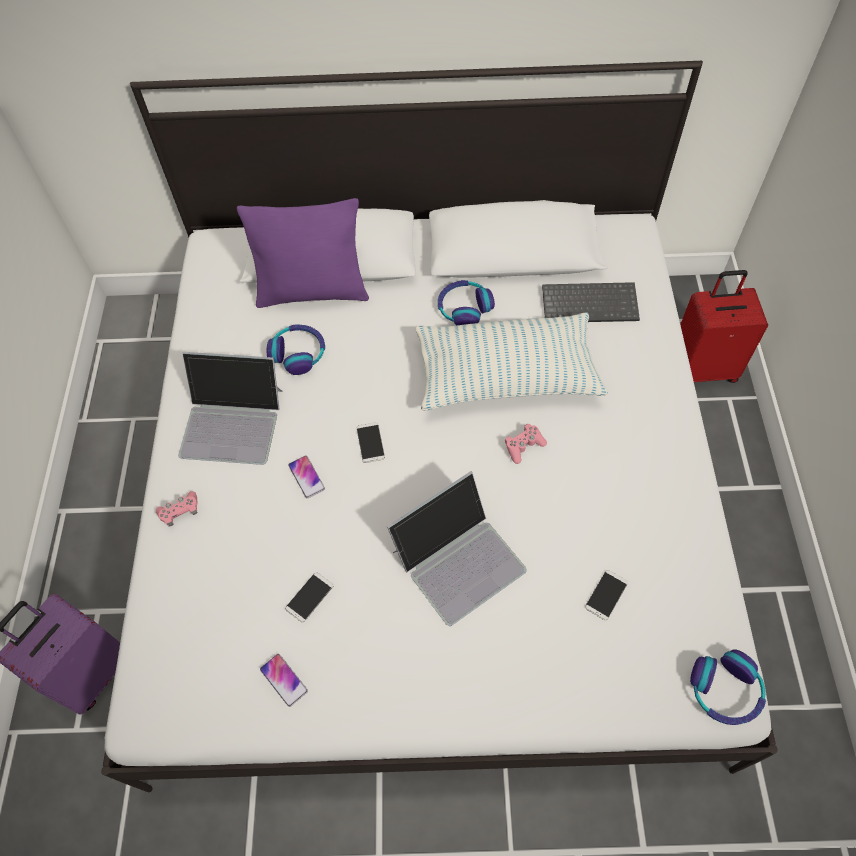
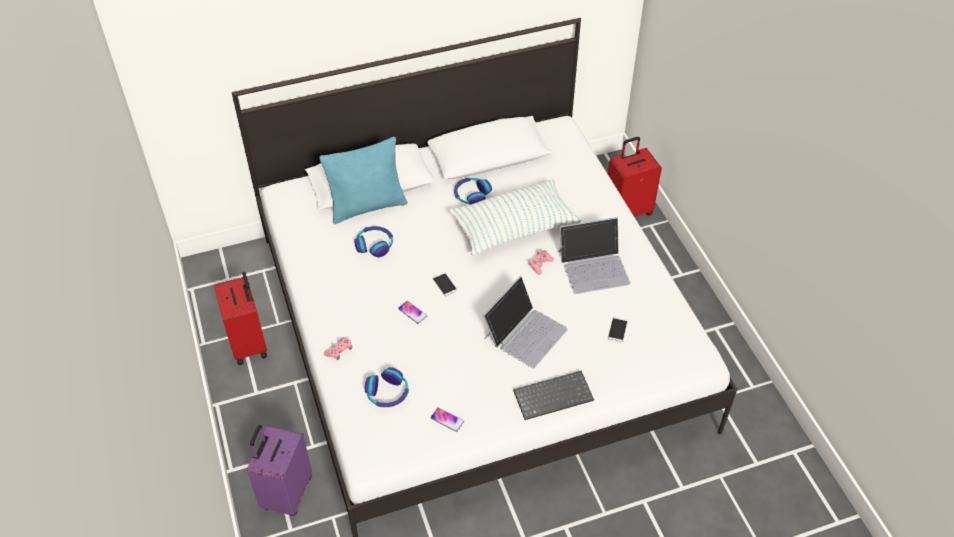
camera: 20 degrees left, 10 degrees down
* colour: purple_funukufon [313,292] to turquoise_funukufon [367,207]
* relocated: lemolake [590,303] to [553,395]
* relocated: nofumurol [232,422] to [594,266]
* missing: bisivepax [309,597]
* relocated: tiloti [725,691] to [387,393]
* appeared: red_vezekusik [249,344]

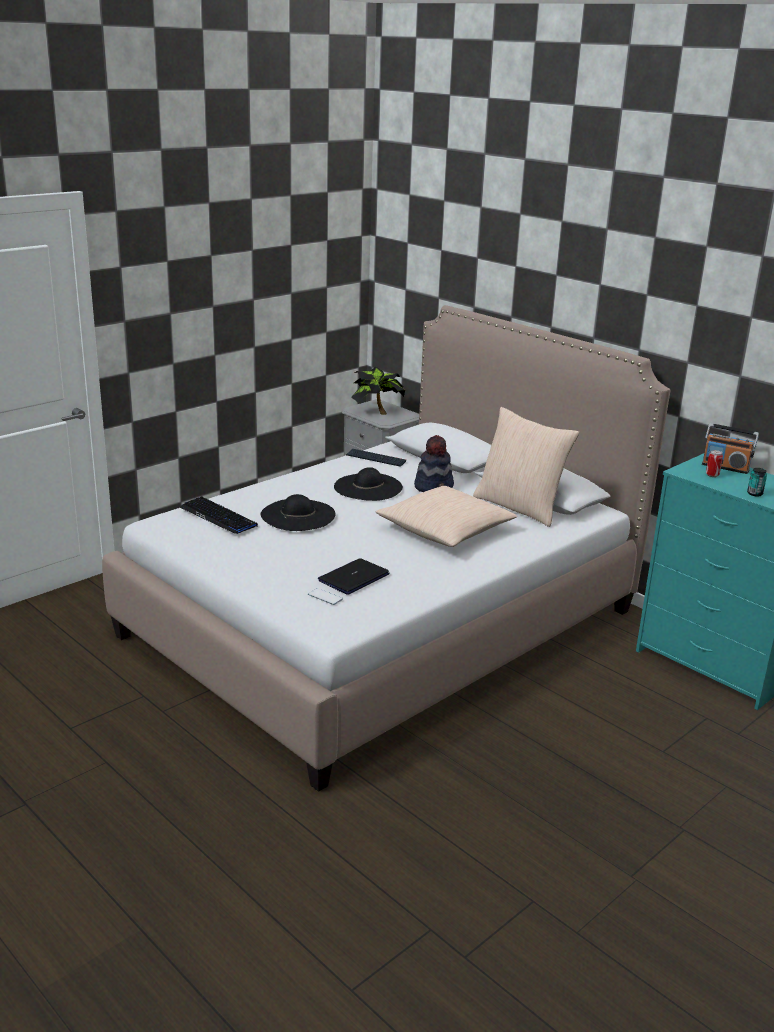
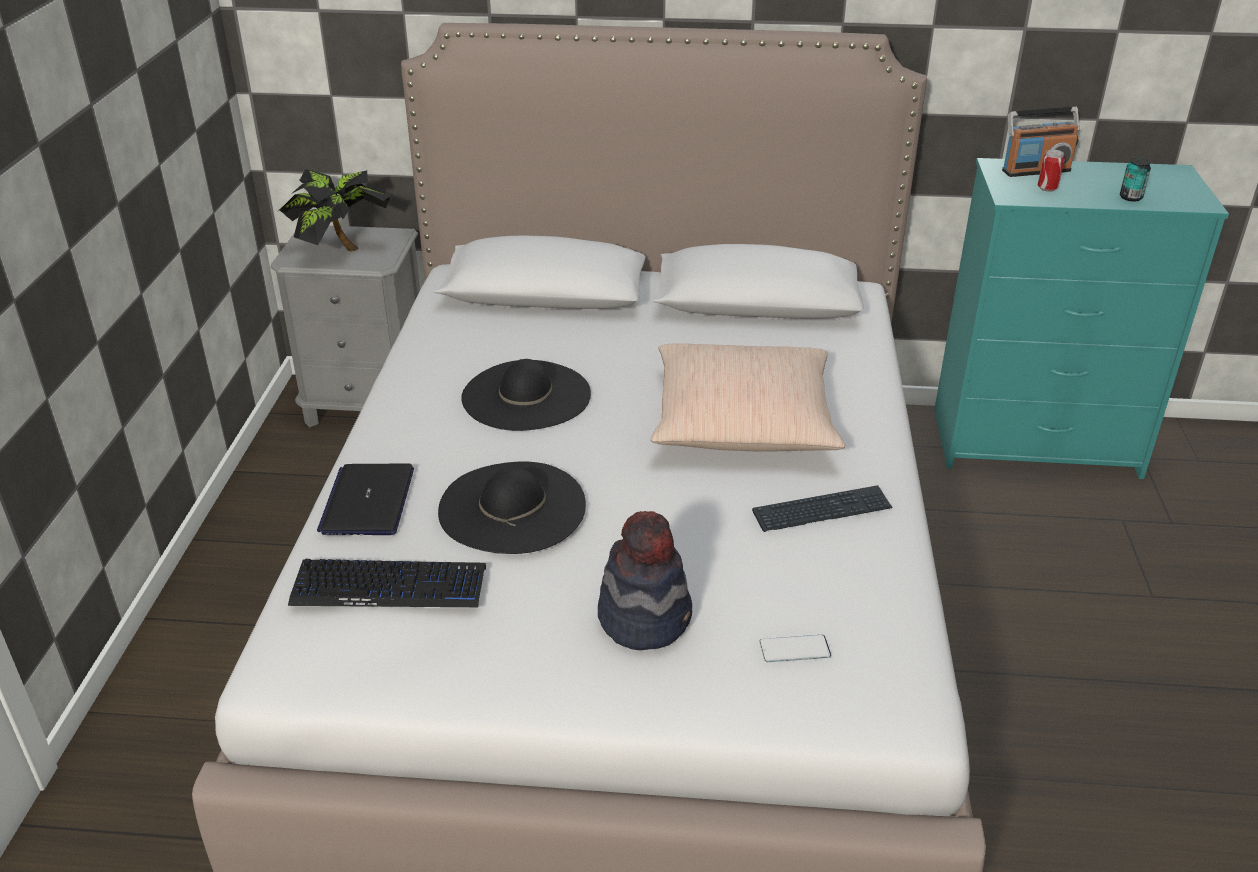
camera: 40 degrees left, 10 degrees up
* missing: beige_funukufon [520,507]
* relocated: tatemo [434,487] to [645,617]
* relocated: lemolake [375,459] to [822,511]
* relocated: nofumurol [354,577] to [368,501]

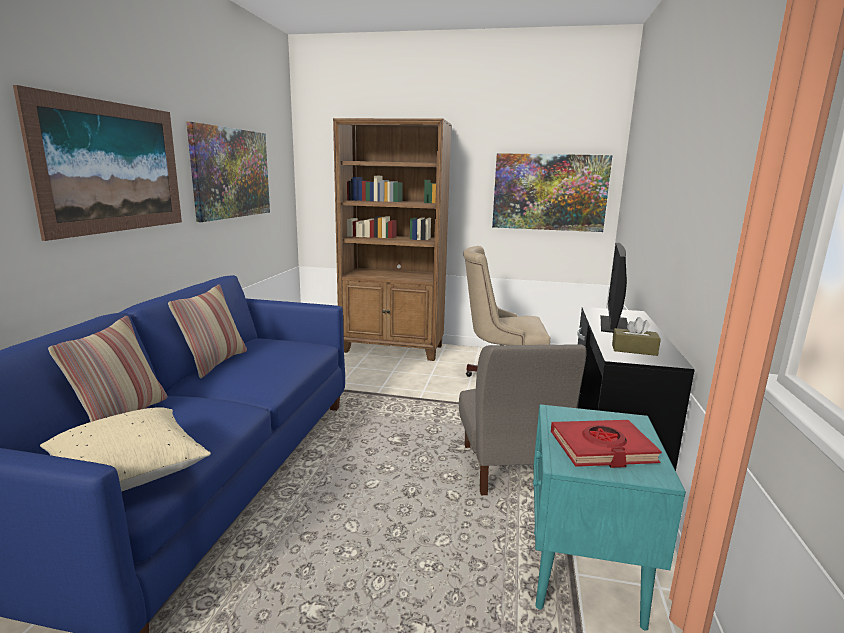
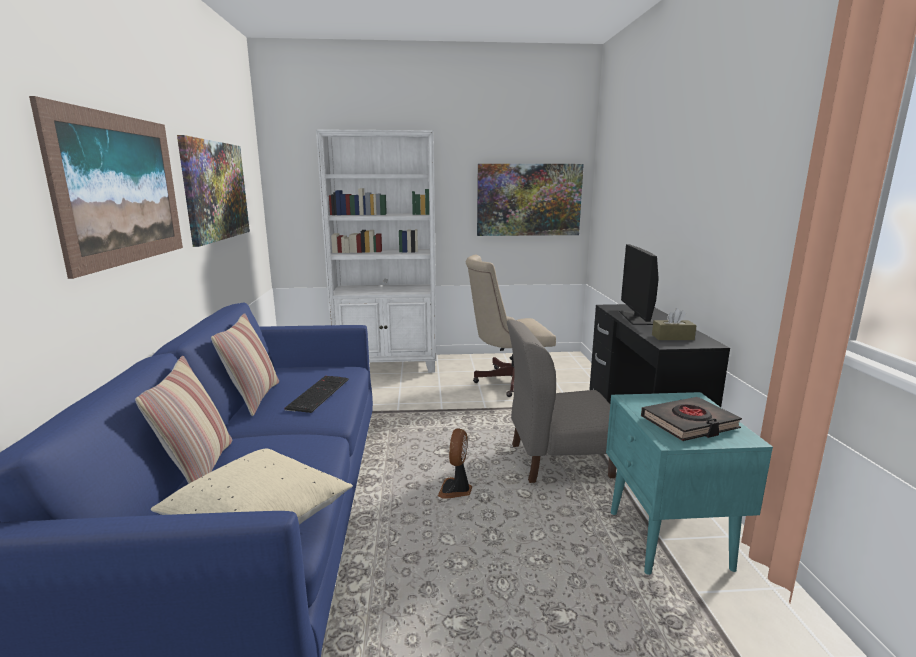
camera: 15 degrees left, 0 degrees up
* colour: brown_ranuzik [393,349] to white_ranuzik [388,365]
* spun: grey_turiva [509,468] = [559,461] 105 degrees clockwise
* colour: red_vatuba [602,449] to black_vatuba [689,424]
* appeared: lemolake [318,393]
* appeared: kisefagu [456,490]

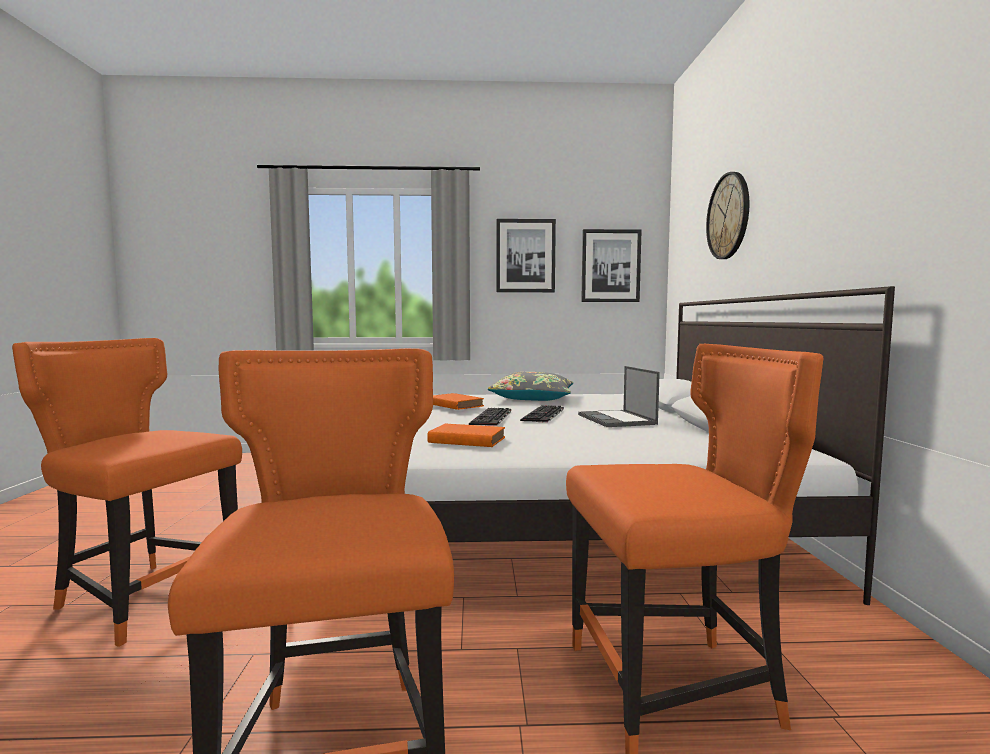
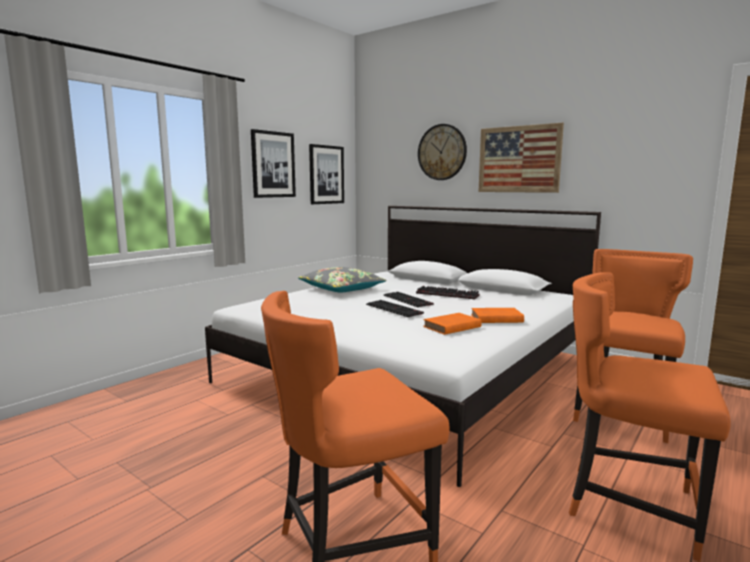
camera: 50 degrees left, 5 degrees up
* exchanged: nofumurol [617,419] to lemolake [448,294]
* relocated: orange_vatuba [454,405] to [495,319]
* appeared: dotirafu [519,159]

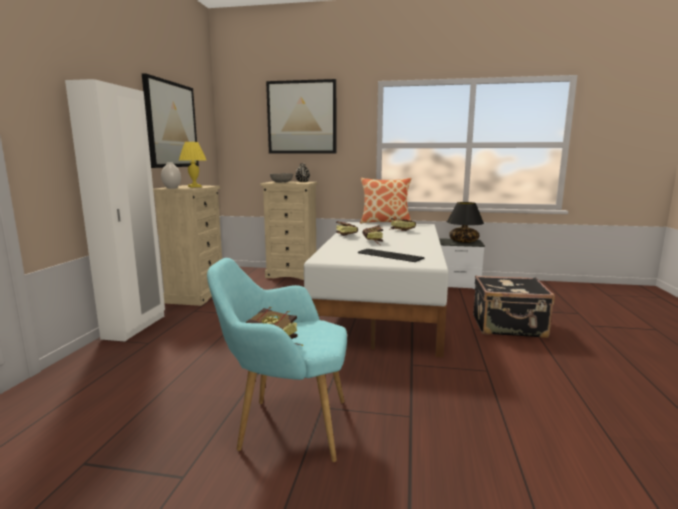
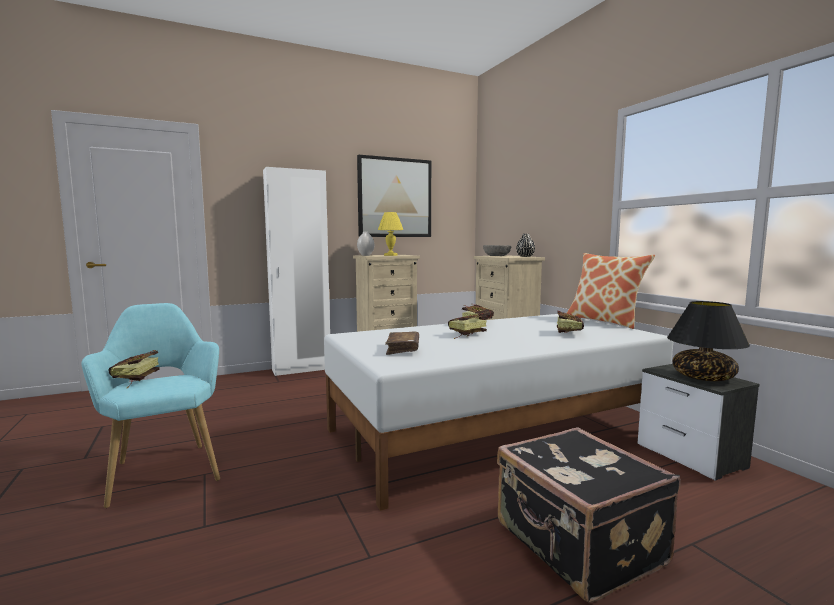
camera: 55 degrees right, 5 degrees down
* missing: dotirafu [302,117]
* exchanged: lemolake [390,256] to brown_vatuba [403,349]

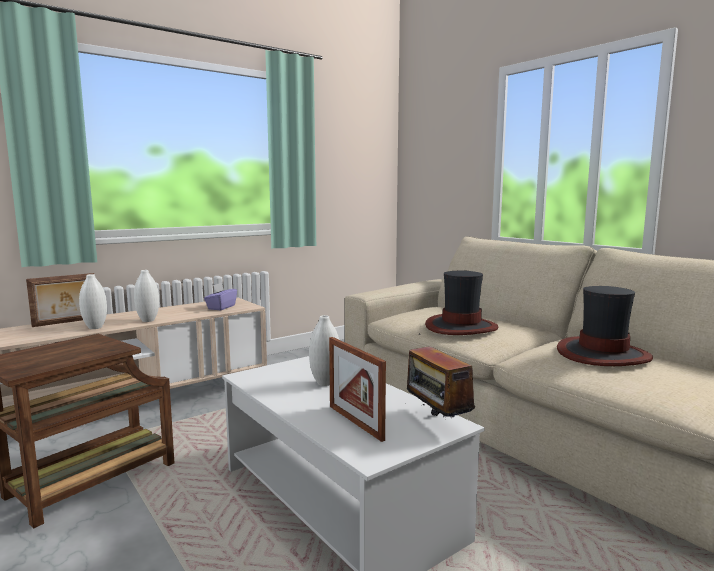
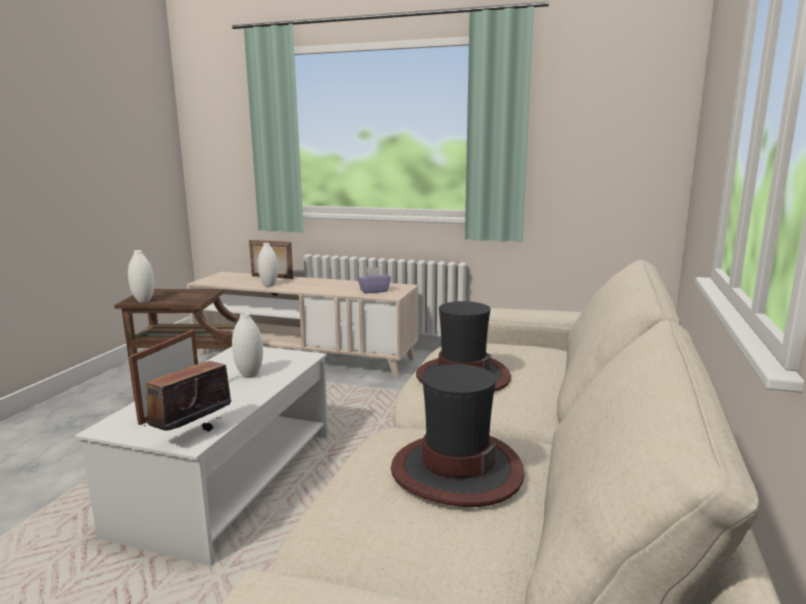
camera: 55 degrees right, 5 degrees up
* relocated: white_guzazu [148,320] to [144,301]

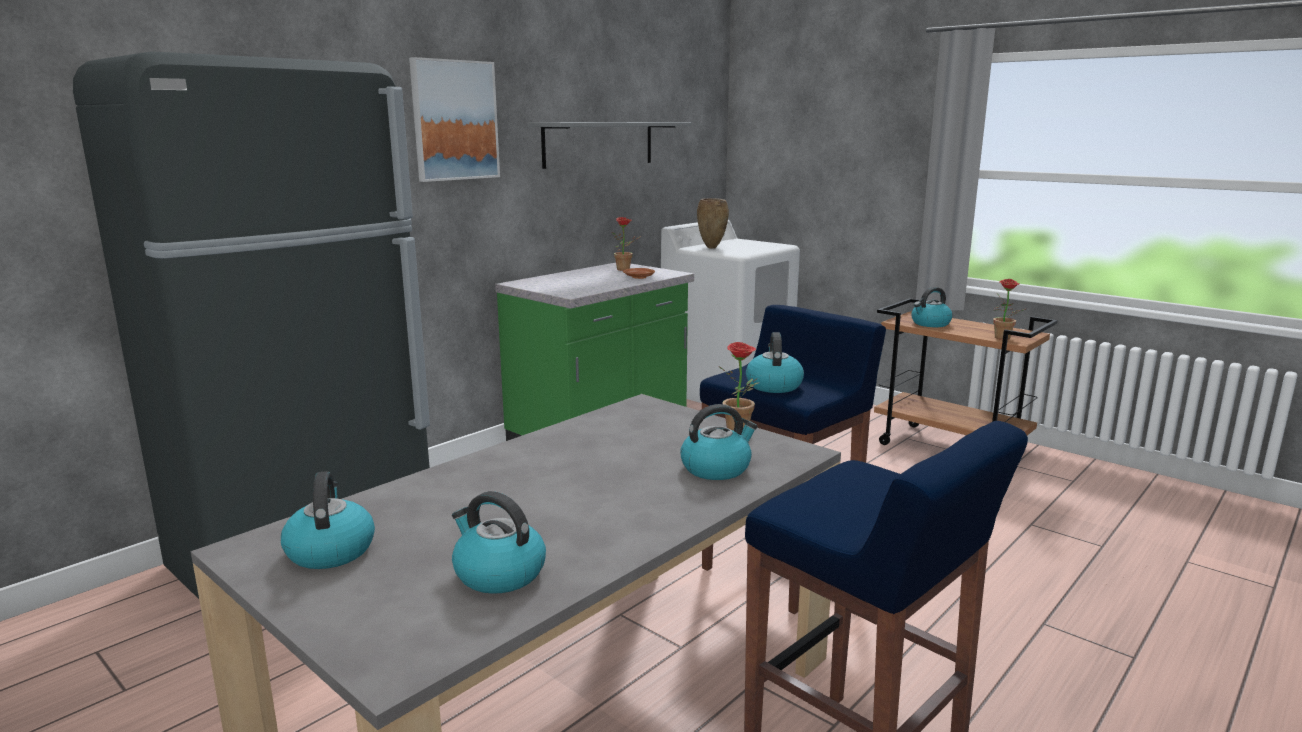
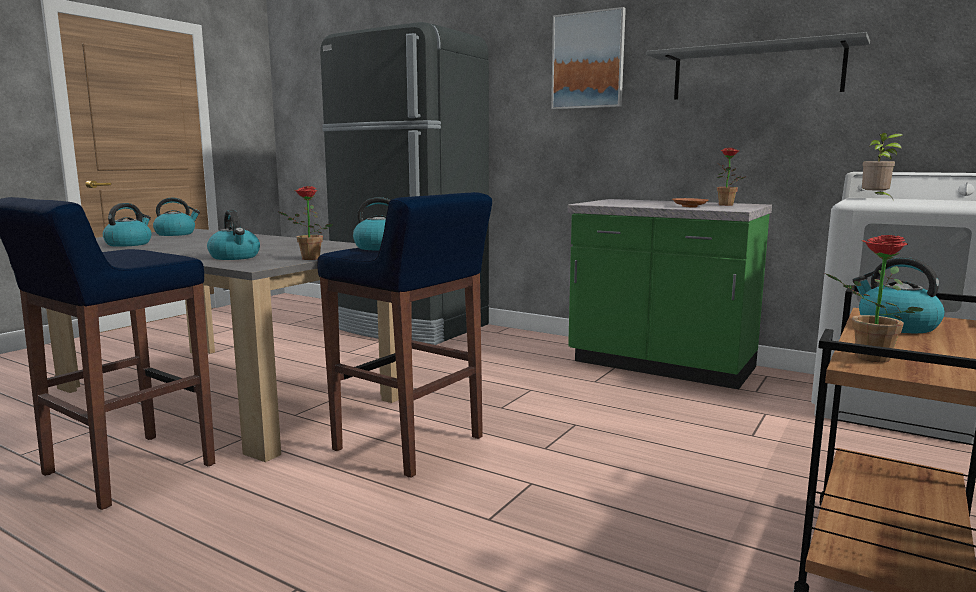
camera: 80 degrees right, 5 degrees down
* exchanged: brown_guzazu [712,248] to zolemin [876,199]

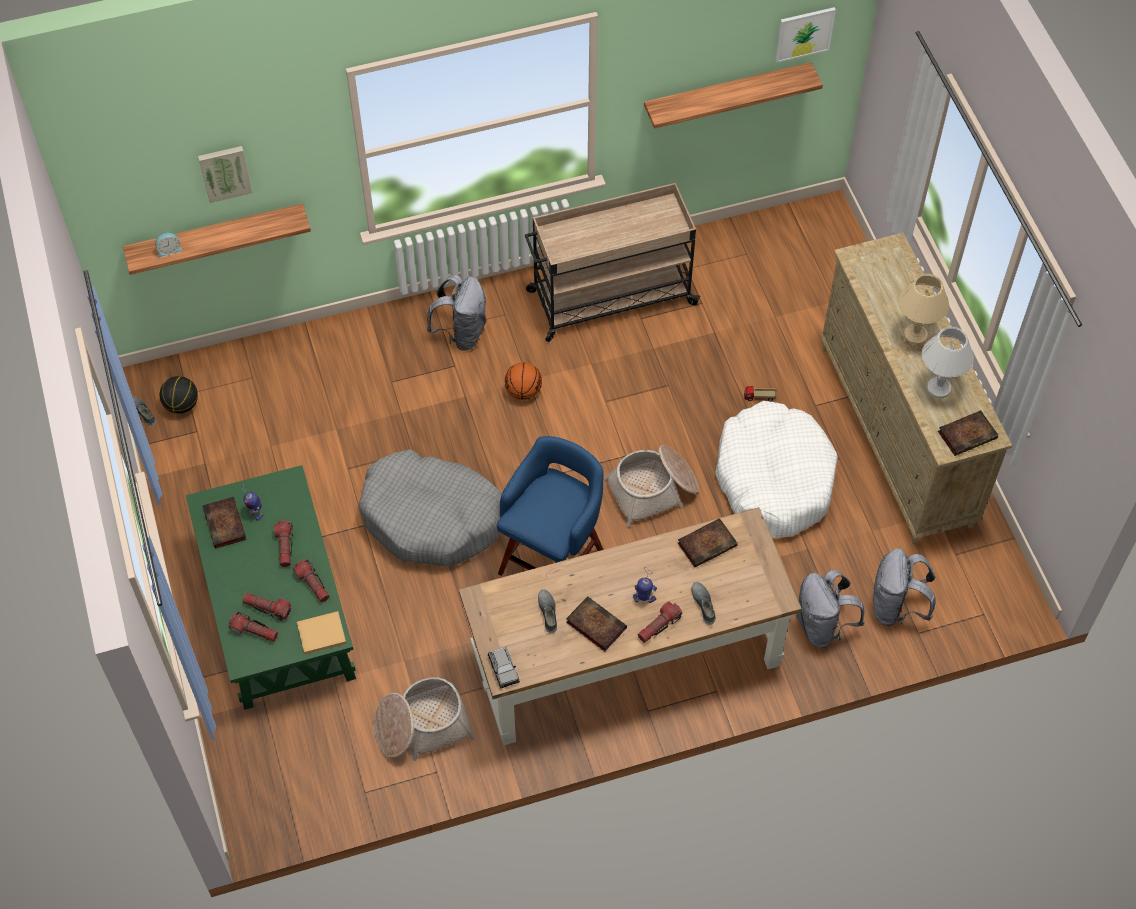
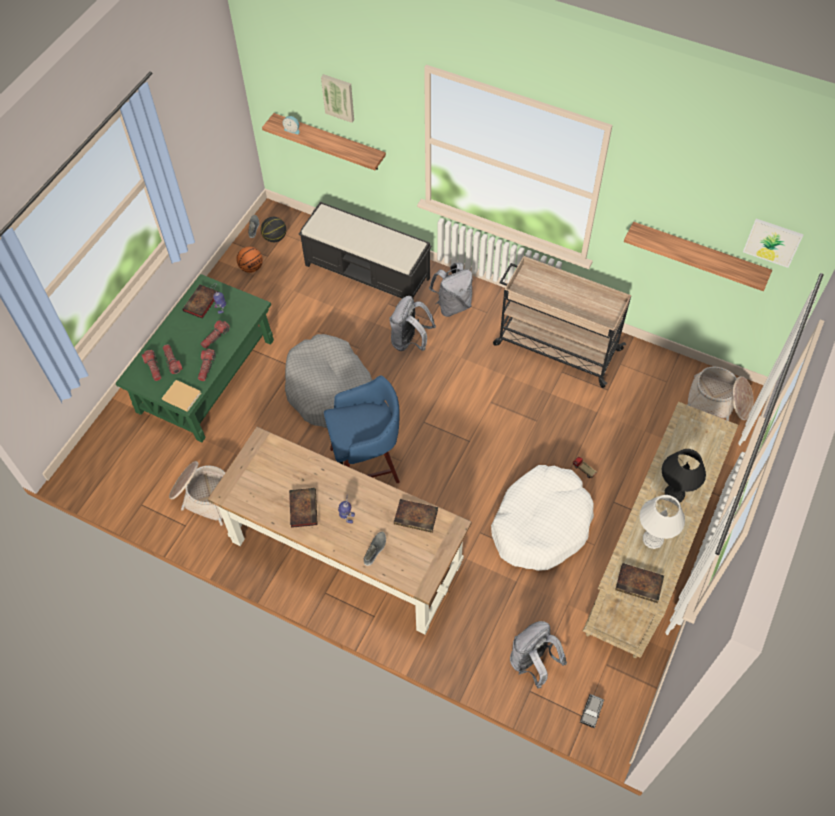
camera: 45 degrees right, 0 degrees up
* colour: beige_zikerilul [914,335] to black_zikerilul [673,494]
* relocated: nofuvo [523,391] to [251,267]
* relocated: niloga [653,490] to [719,402]
* relocated: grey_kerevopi [822,626] to [410,341]
* missing: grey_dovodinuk [548,612]
* missing: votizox [659,626]
* relocated: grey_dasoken [503,670] to [591,712]
* appeared: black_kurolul [368,272]

